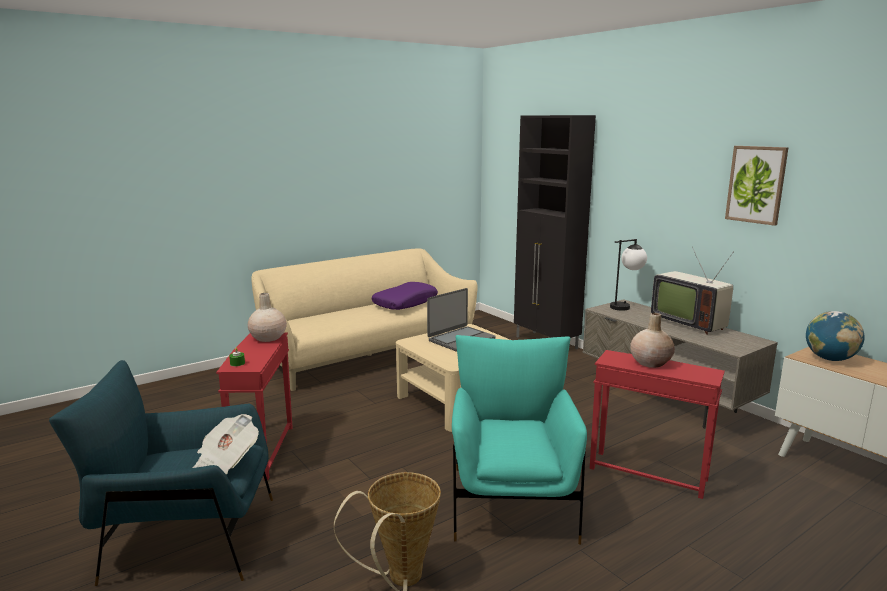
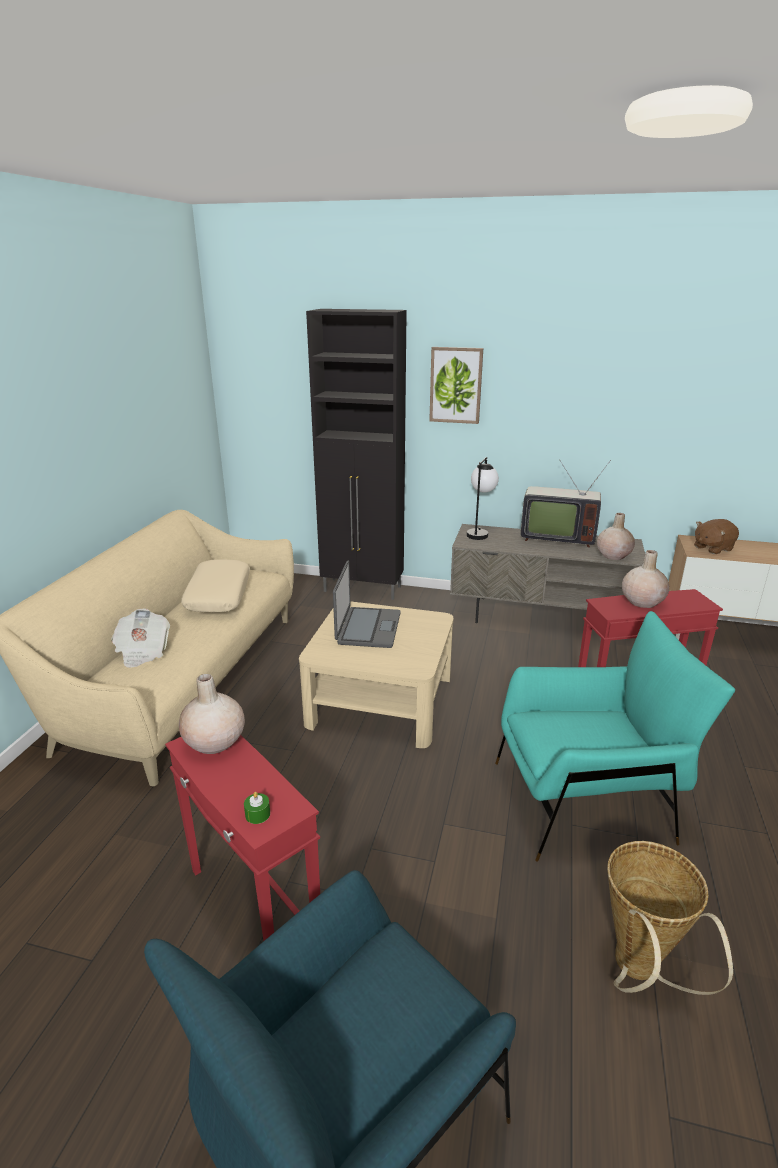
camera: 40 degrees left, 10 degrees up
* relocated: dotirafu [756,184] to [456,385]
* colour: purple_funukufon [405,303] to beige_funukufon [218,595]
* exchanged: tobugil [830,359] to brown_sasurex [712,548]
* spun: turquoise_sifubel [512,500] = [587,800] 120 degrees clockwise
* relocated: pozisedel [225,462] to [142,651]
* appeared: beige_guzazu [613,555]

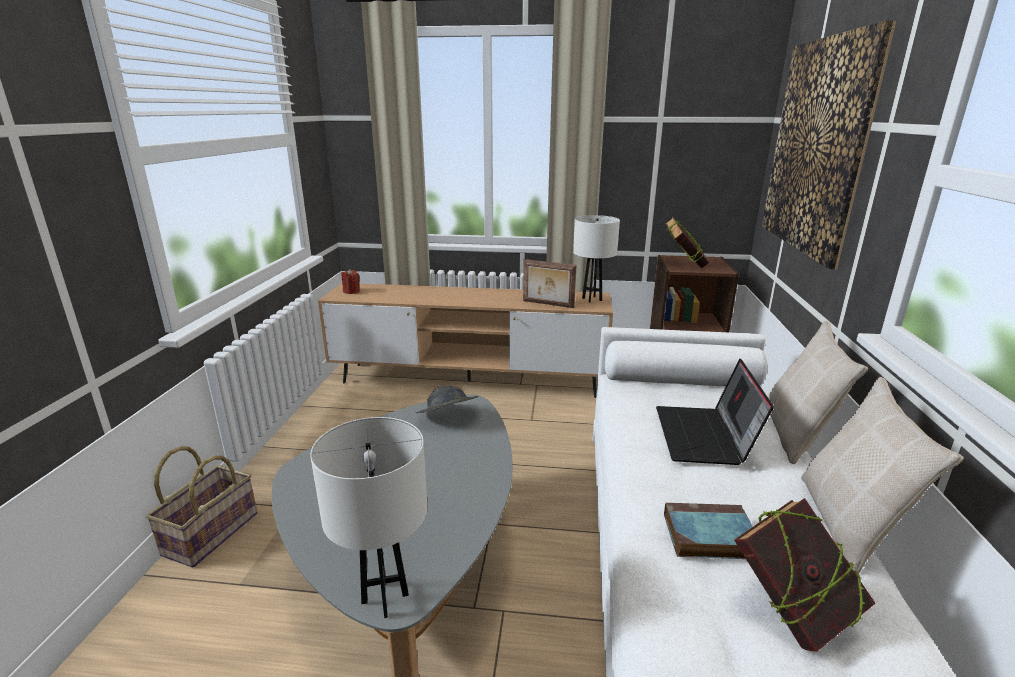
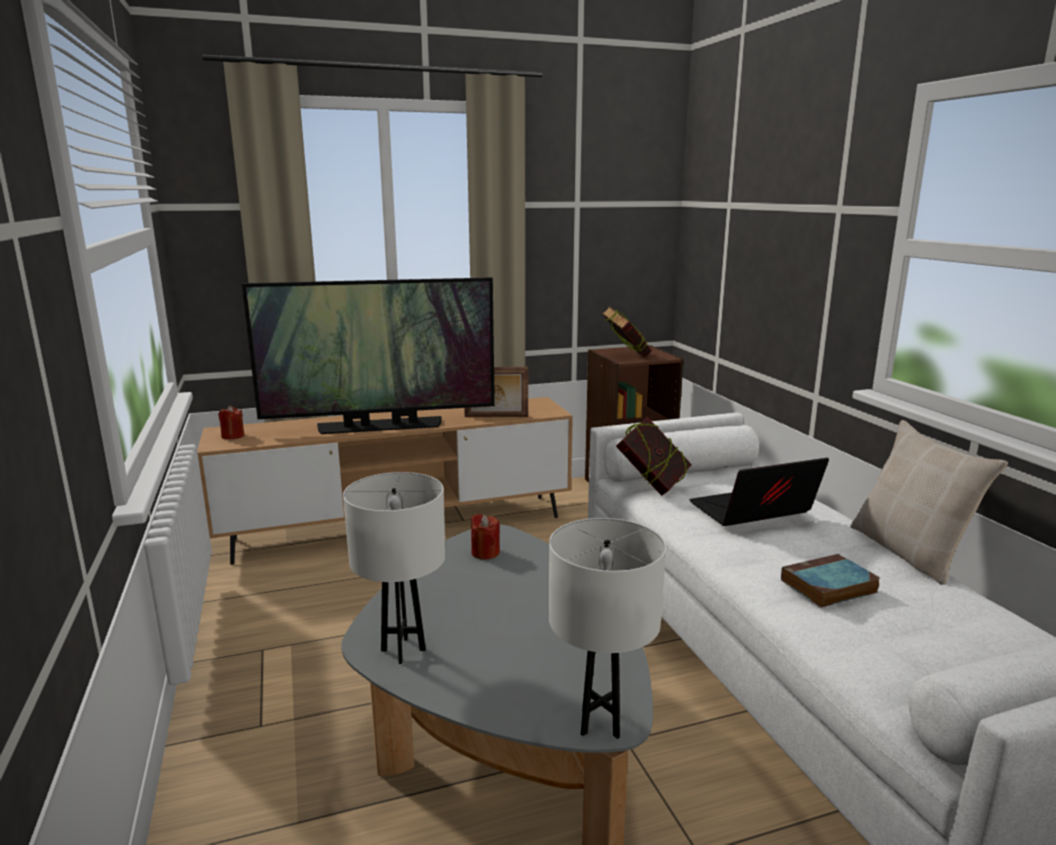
camera: 25 degrees left, 5 degrees down
* missing: dotirafu [817,147]
* relocated: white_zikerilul [591,299] to [403,650]
* missing: beige_funukufon [797,435]
* spun: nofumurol [705,437] = [752,512] 90 degrees clockwise
* exchanged: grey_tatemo [447,418] to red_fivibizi [485,552]
* missing: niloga [210,533]
* relocated: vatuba [791,612] to [652,486]
* appeared: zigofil [380,426]

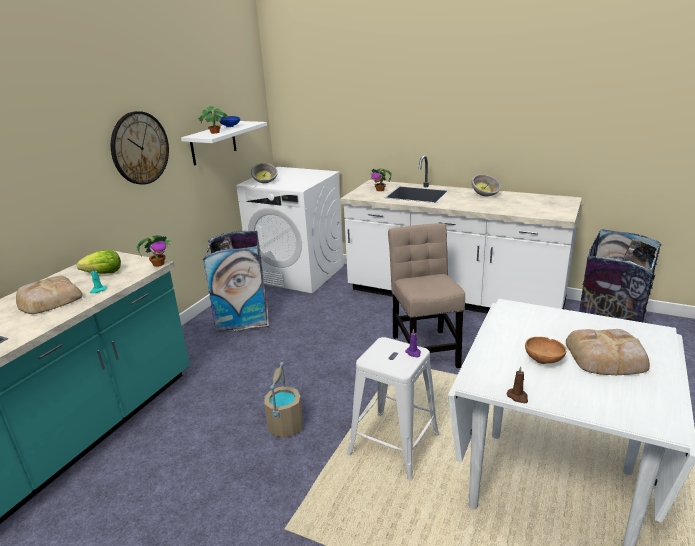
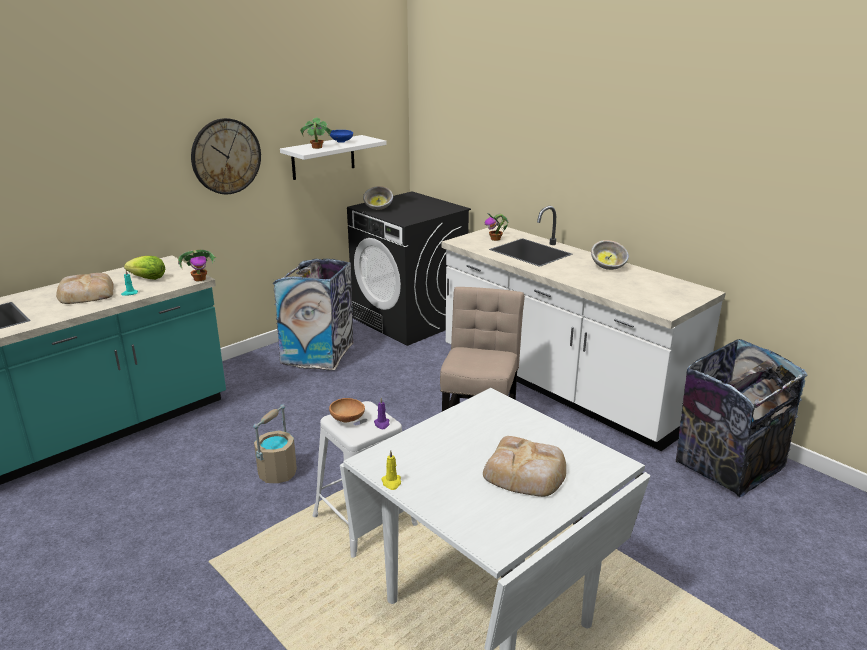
camera: 20 degrees right, 0 degrees up
* colour: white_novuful [298,273] to black_novuful [410,320]
* relocated: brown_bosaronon [544,360] to [348,420]
* colour: brown_fivibizi [518,397] to yellow_fivibizi [391,482]

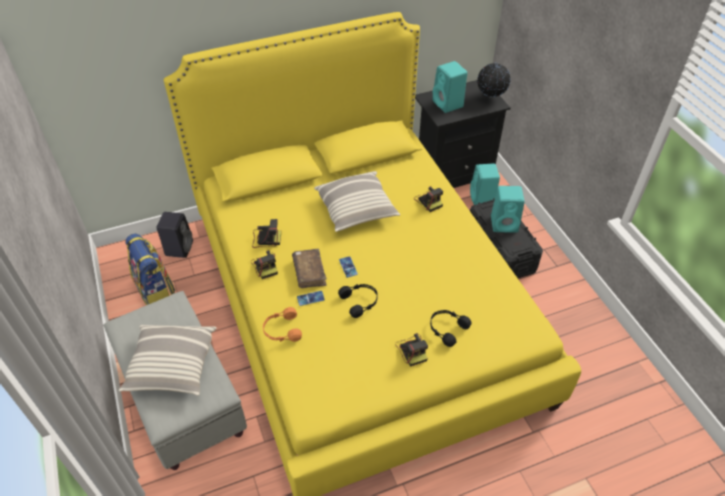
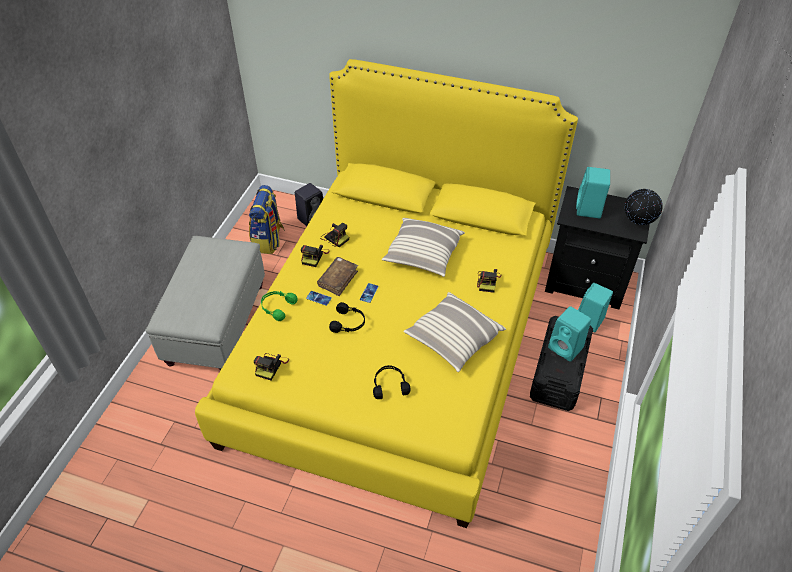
camera: 40 degrees right, 0 degrees up
* colour: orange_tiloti [282,330] to green_tiloti [277,307]
* relocated: funukufon [172,366] to [453,339]
* relocated: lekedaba [412,350] to [271,366]

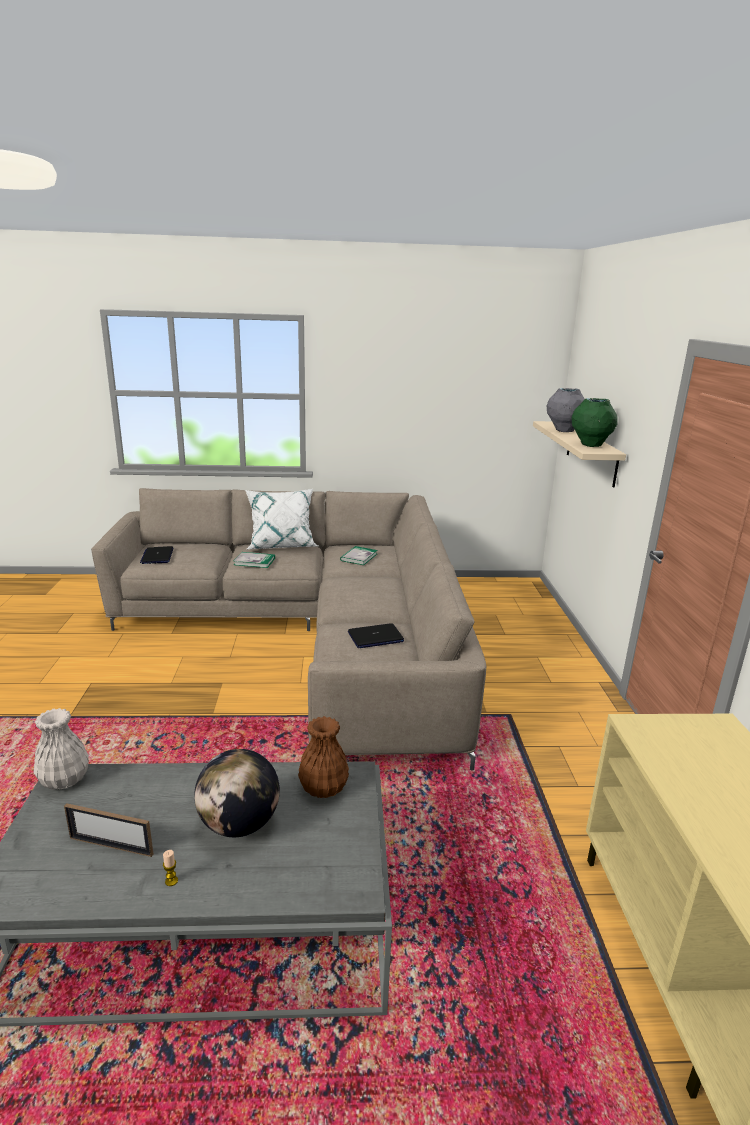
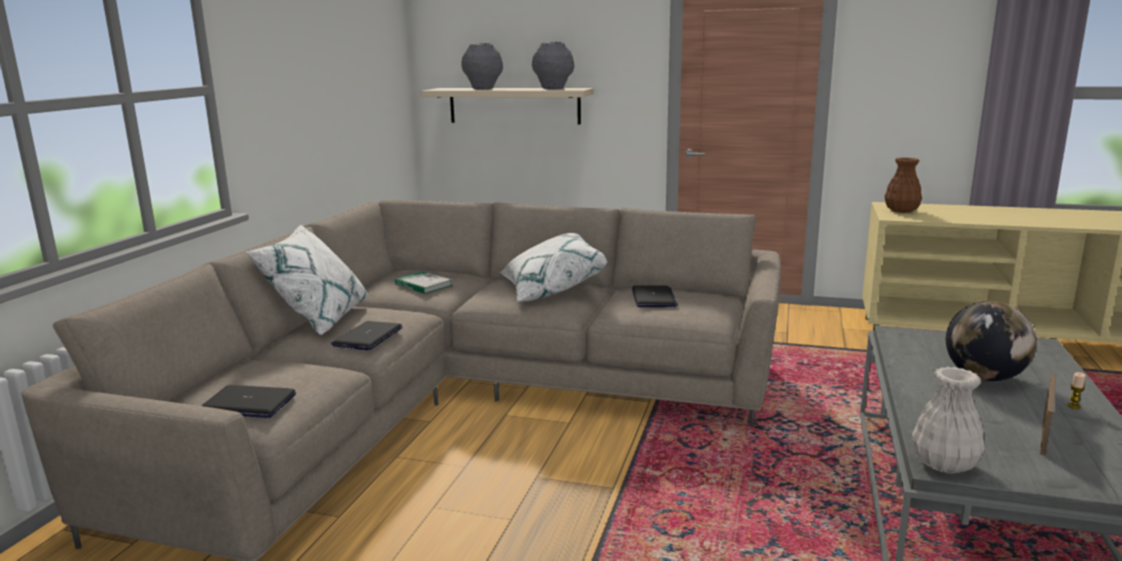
camera: 70 degrees left, 5 degrees down
* colour: green_guzazu [590,445] to grey_guzazu [553,89]
* exchanged: vatuba [254,561] to nofumurol [368,337]
* relocated: brown_guzazu [323,788] to [902,211]
* appeared: white_funukufon [550,289]

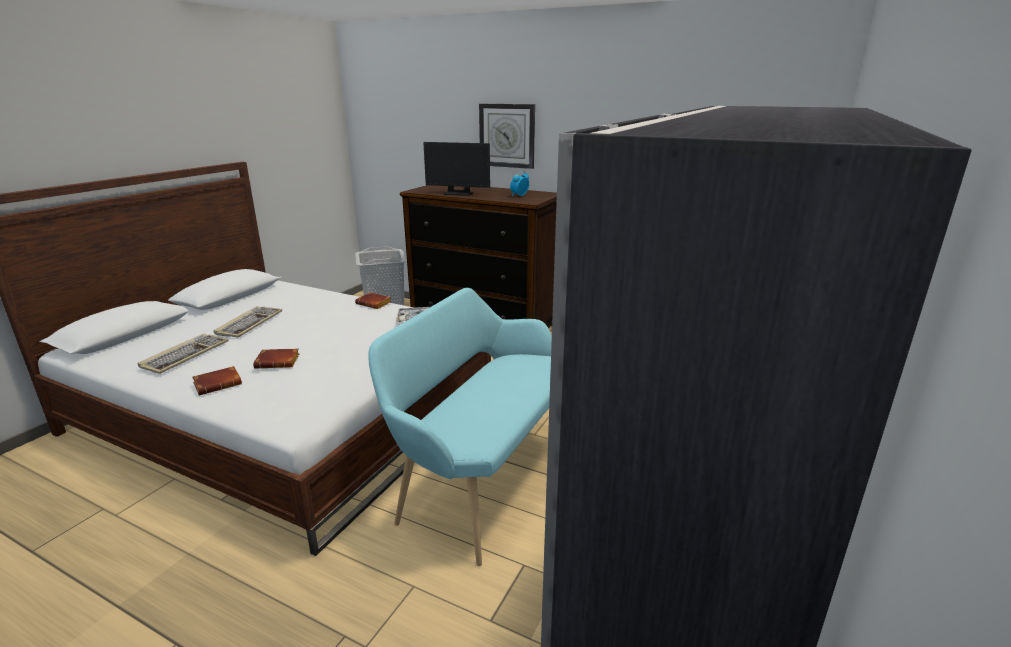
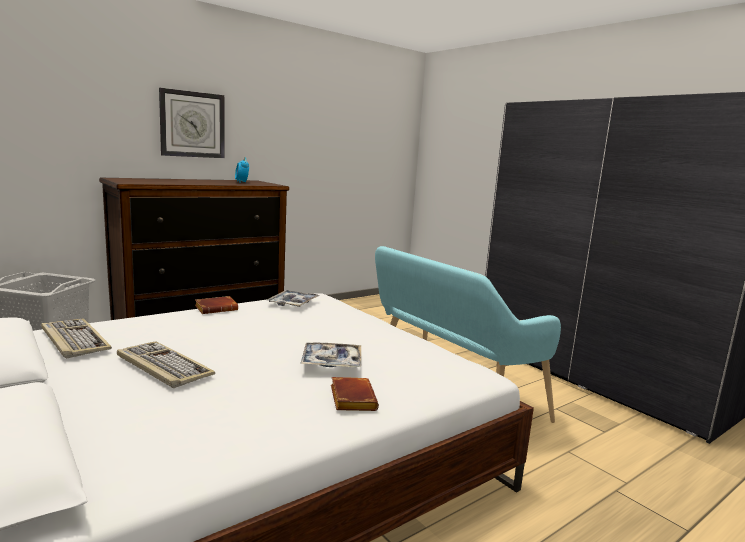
camera: 65 degrees left, 10 degrees down
* missing: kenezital [458,193]
* relocated: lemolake [185,355] to [74,340]
* exchanged: brown_vatuba [279,362] to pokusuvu [331,362]

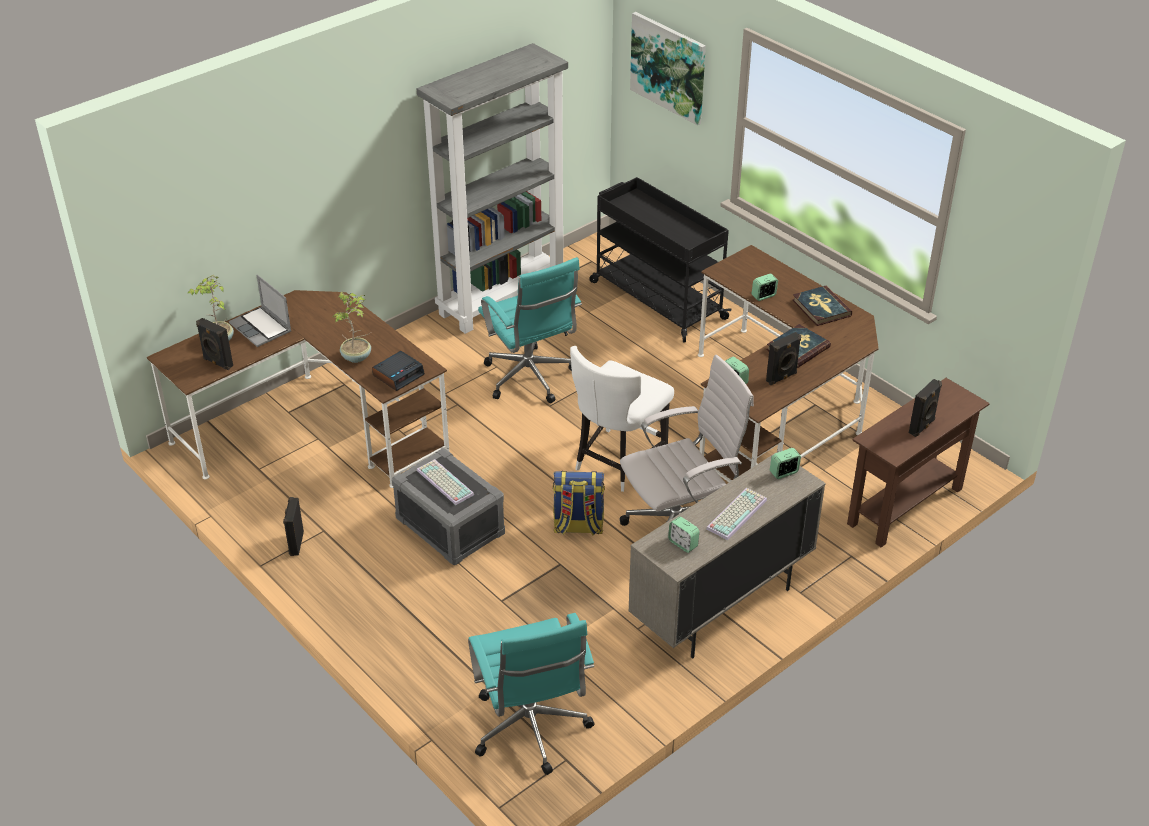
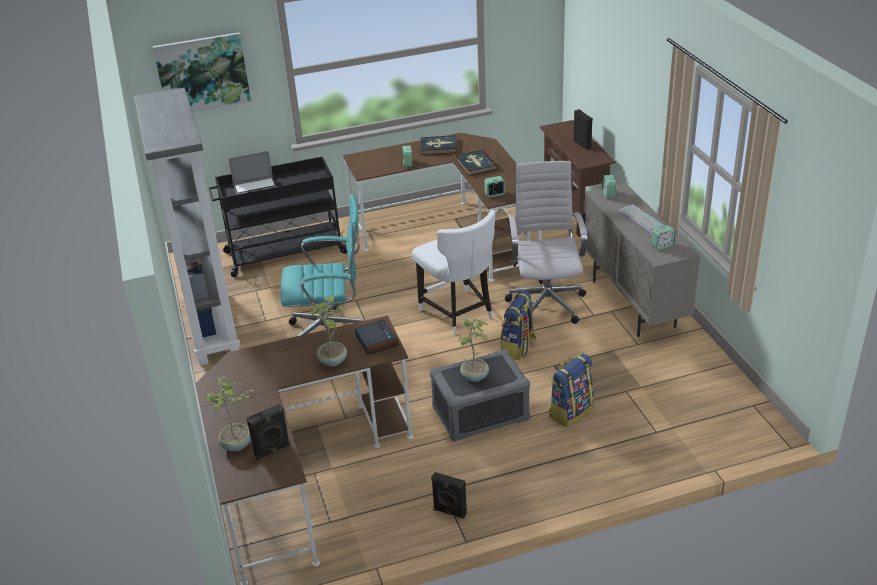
camera: 65 degrees left, 5 degrees down
* relocated: nofumurol [262,328] to [256,189]
* missing: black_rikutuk [782,377]
* exchanged: lemolake [443,482] to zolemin [475,376]
* missing: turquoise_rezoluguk [531,731]
* appeared: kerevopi [570,412]

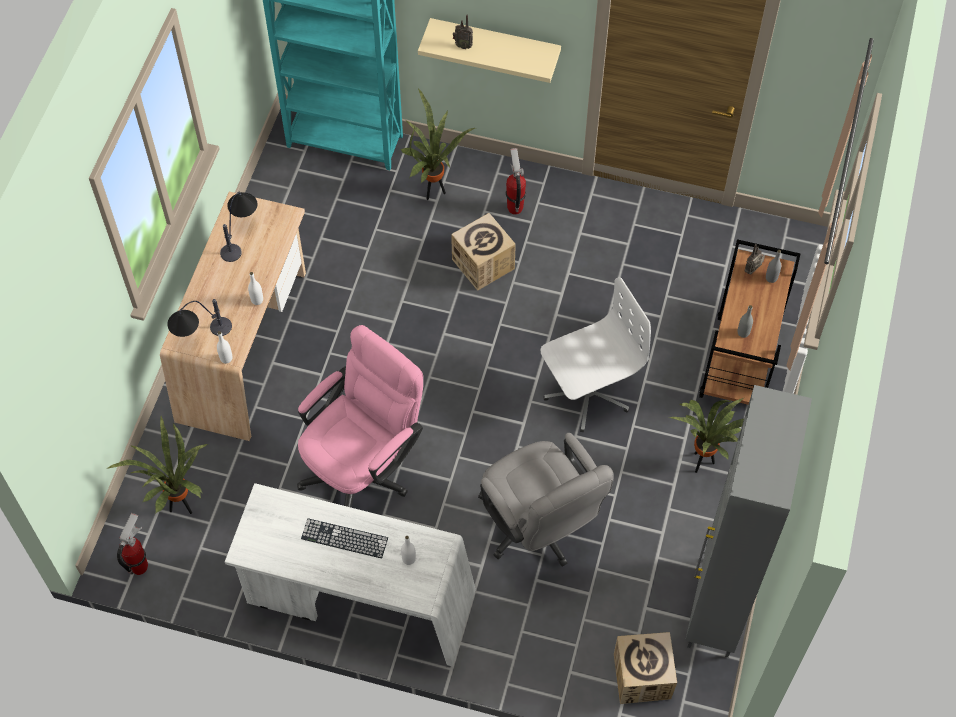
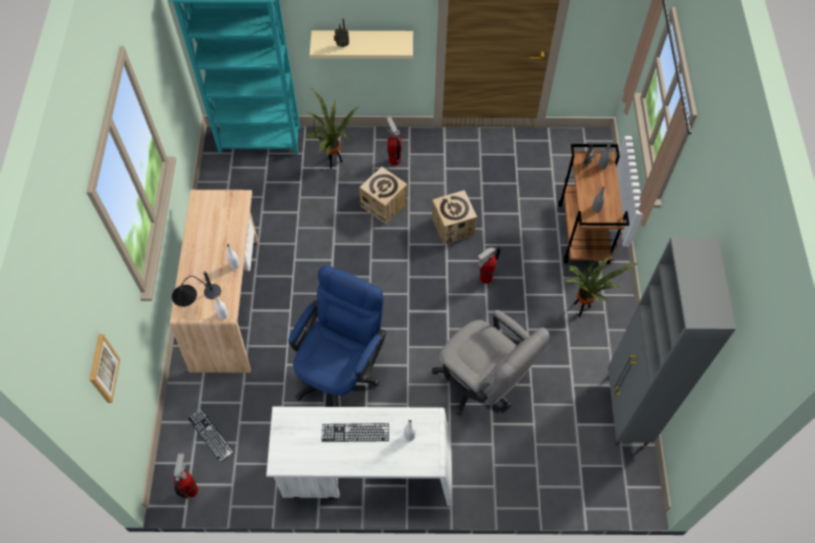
camera: 15 degrees left, 0 degrees up
* missing: zikerilul [240,236]
* exchanged: white_rezoluguk [587,393] to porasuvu [485,279]
* colour: pink_rezoluguk [364,467] to blue_rezoluguk [341,371]
* exchanged: zolemin [180,506] to lemolake [210,435]
* relocated: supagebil [642,677] to [453,226]
* appeared: dotirafu [103,369]

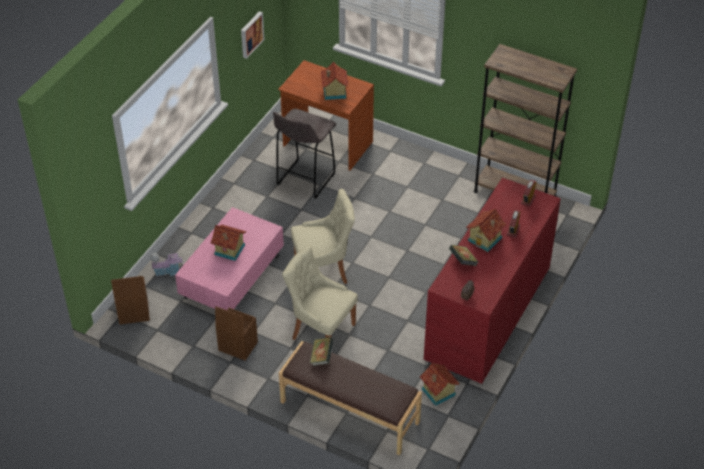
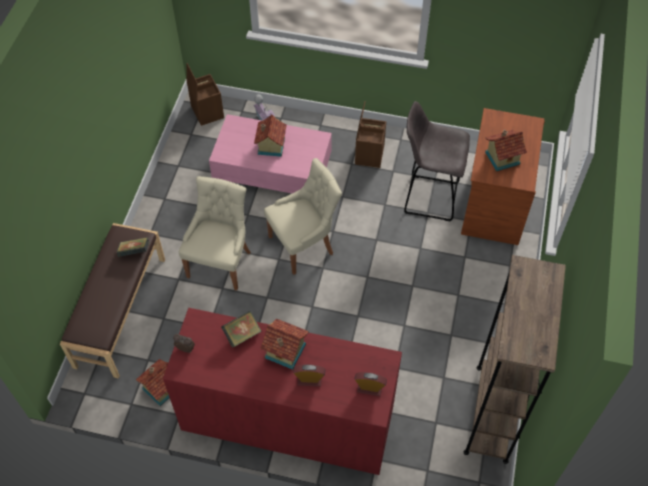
camera: 75 degrees right, 10 degrees up
* missing: dotirafu [251,34]
* spun: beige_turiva [323,270] = [303,244] 90 degrees counterclockwise
* relocated: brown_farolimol [237,346] to [369,154]

